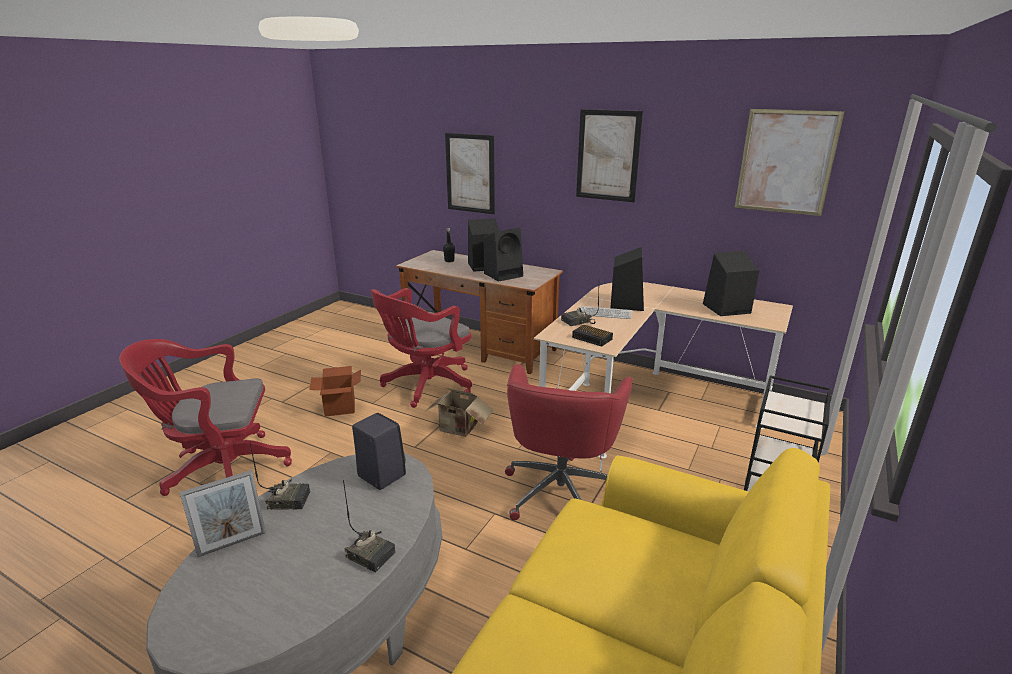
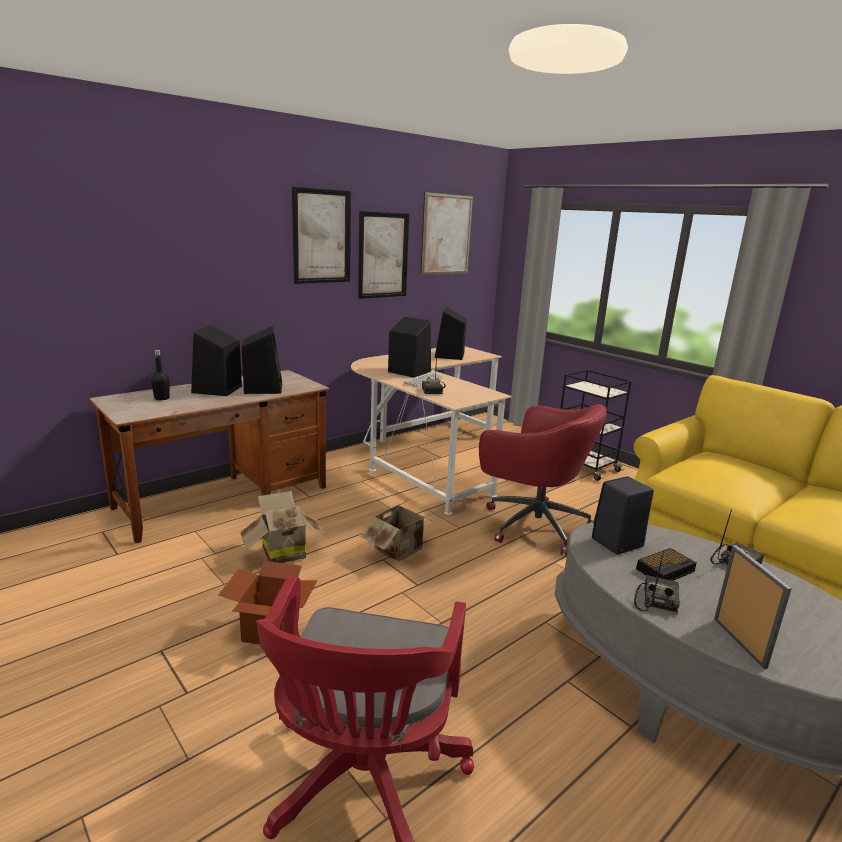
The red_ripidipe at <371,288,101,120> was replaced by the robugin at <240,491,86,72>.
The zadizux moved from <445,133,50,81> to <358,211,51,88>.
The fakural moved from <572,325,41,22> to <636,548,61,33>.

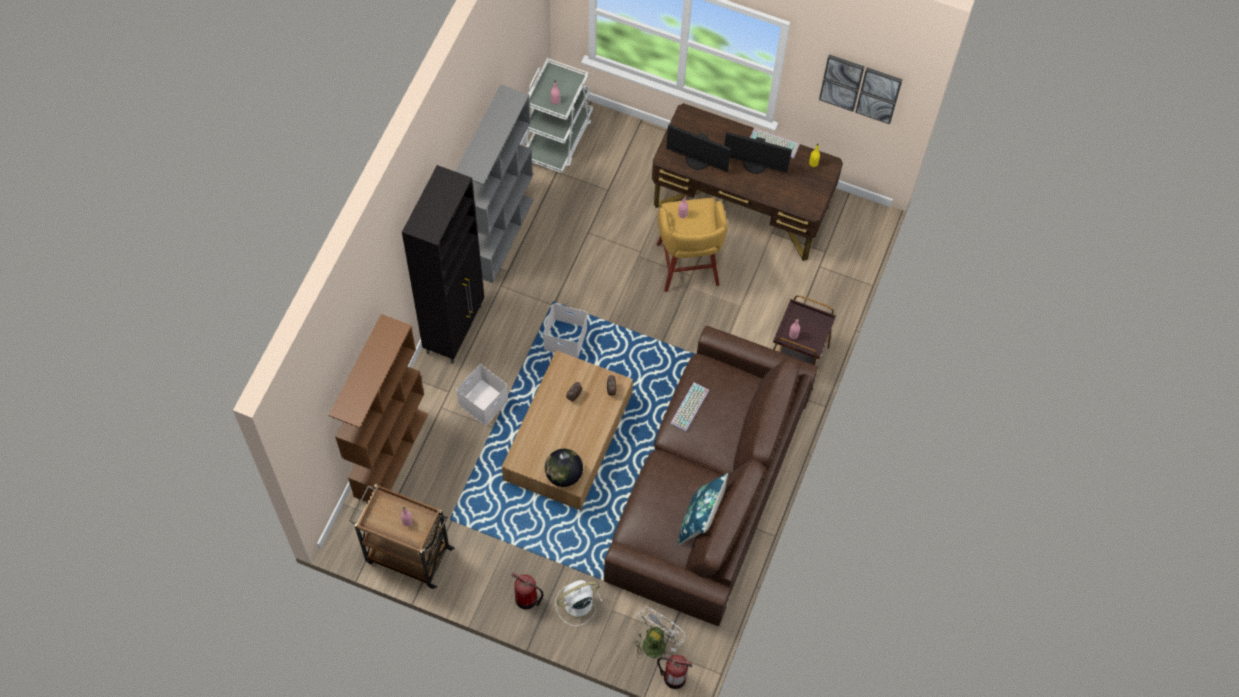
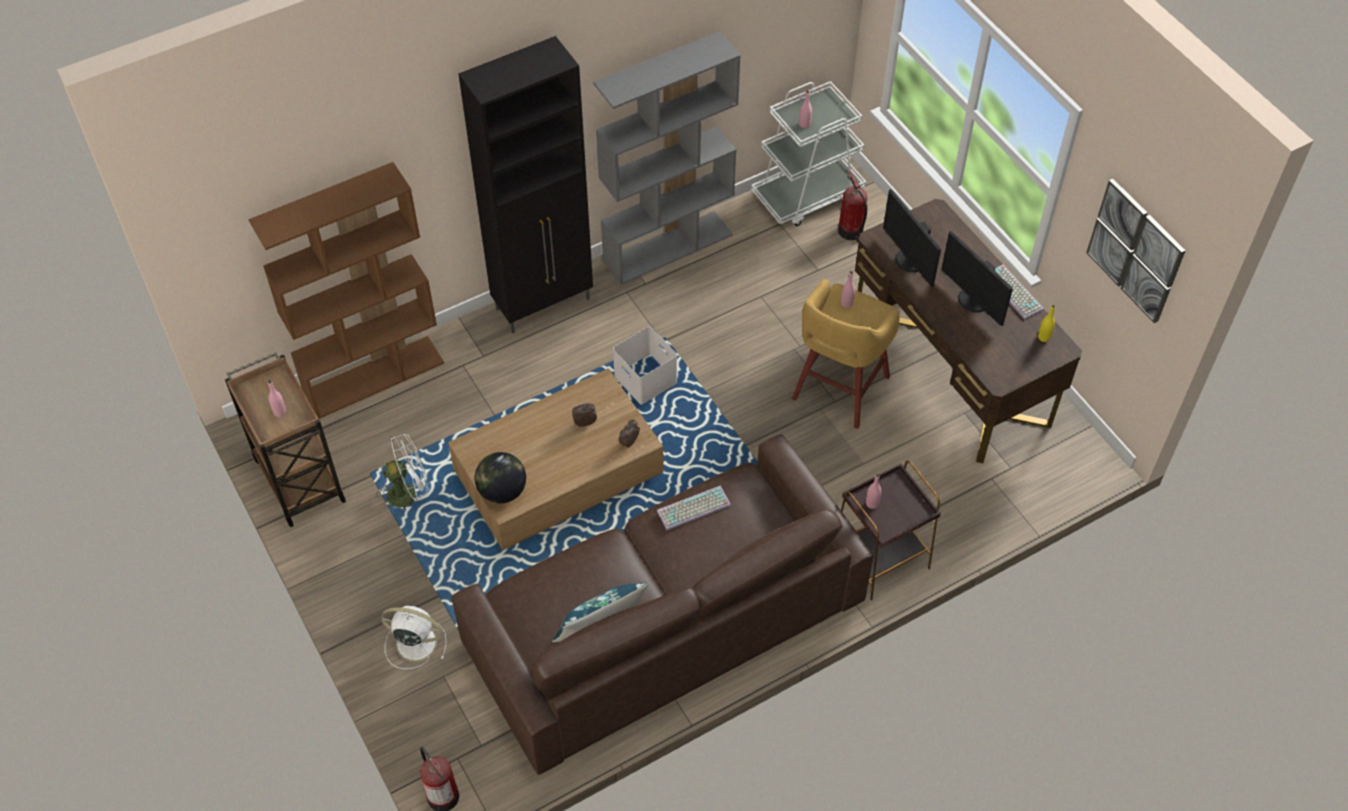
The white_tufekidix at <456,364,52,61> disappeared.
The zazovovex moved from <512,572,31,37> to <838,171,29,71>.
The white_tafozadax moved from <634,606,52,52> to <376,434,53,76>.

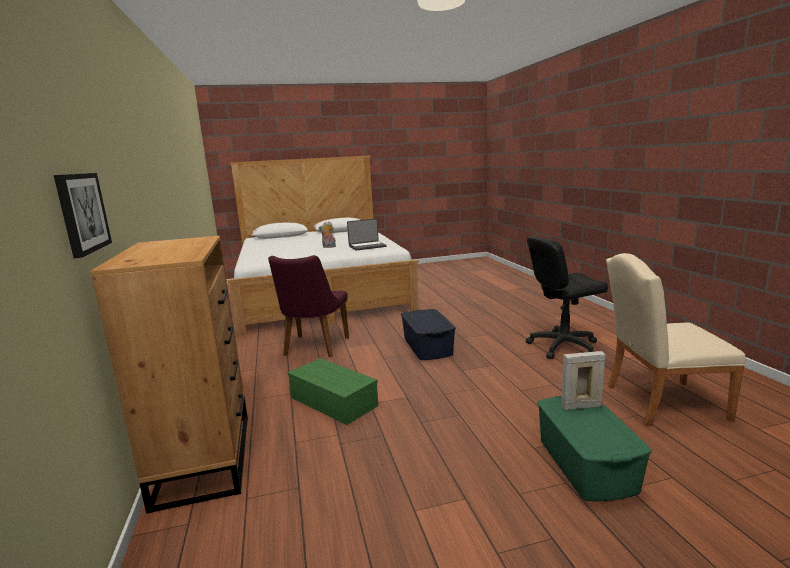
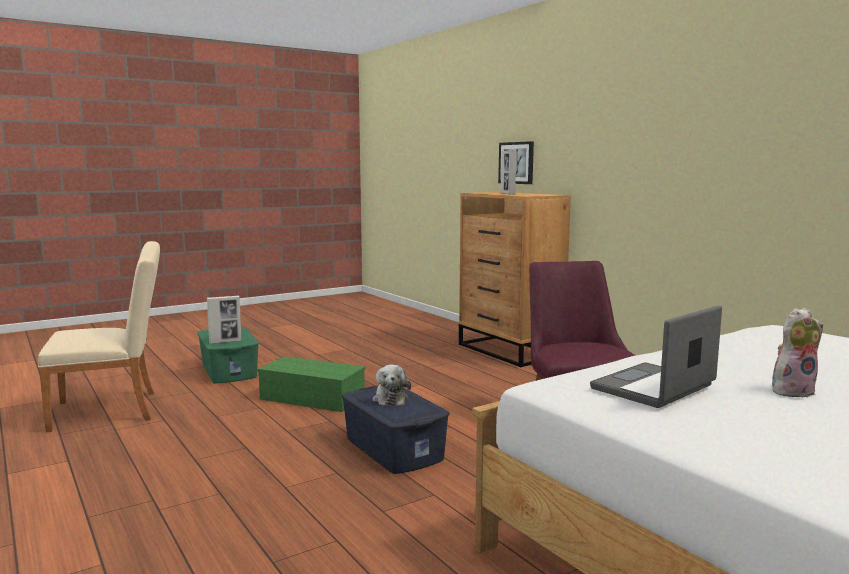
The green_tufekidix moved from <288,358,90,67> to <258,357,107,55>.
The black_ripidipe at <526,236,82,123> disappeared.
The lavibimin at <372,364,39,42> appeared.
The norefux at <501,151,16,44> appeared.

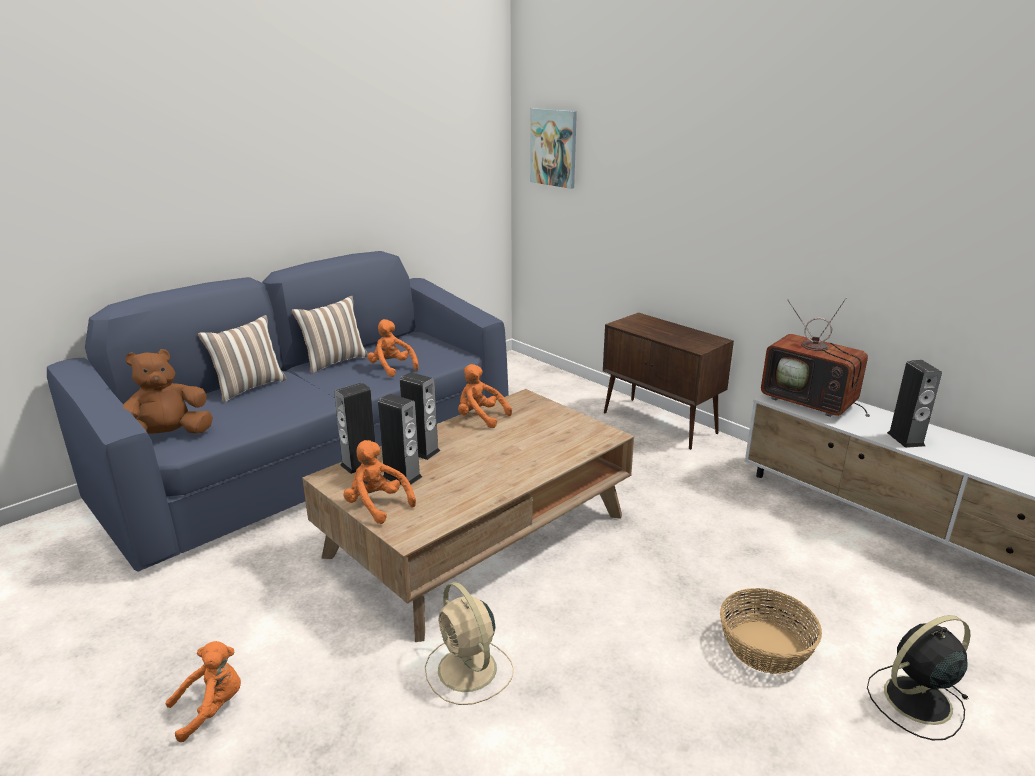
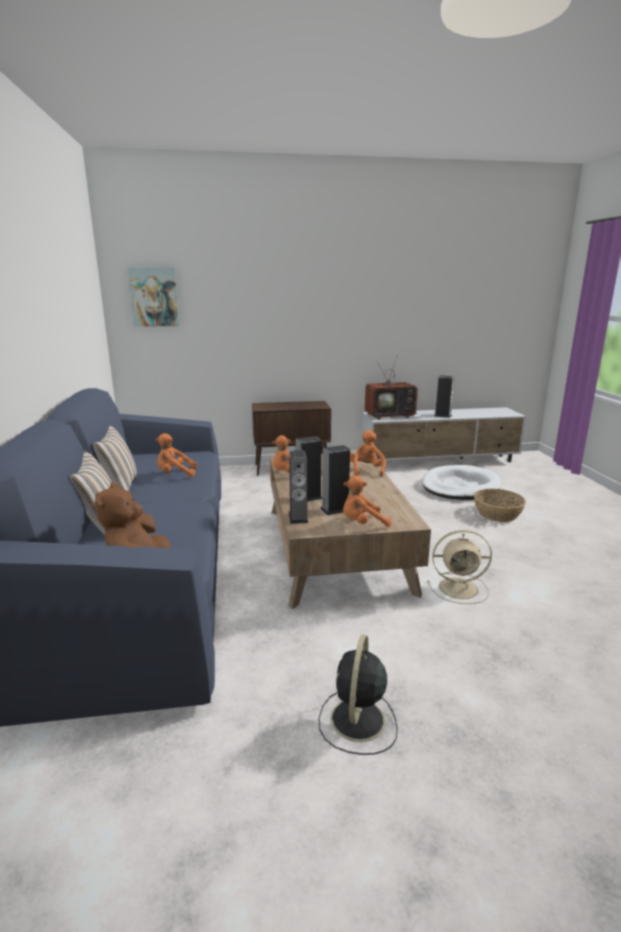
The orange_lavibimin moved from <166,641,75,101> to <350,430,36,47>.
The black_tafozadax moved from <867,615,103,125> to <319,635,79,120>.
The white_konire at <422,465,79,35> appeared.

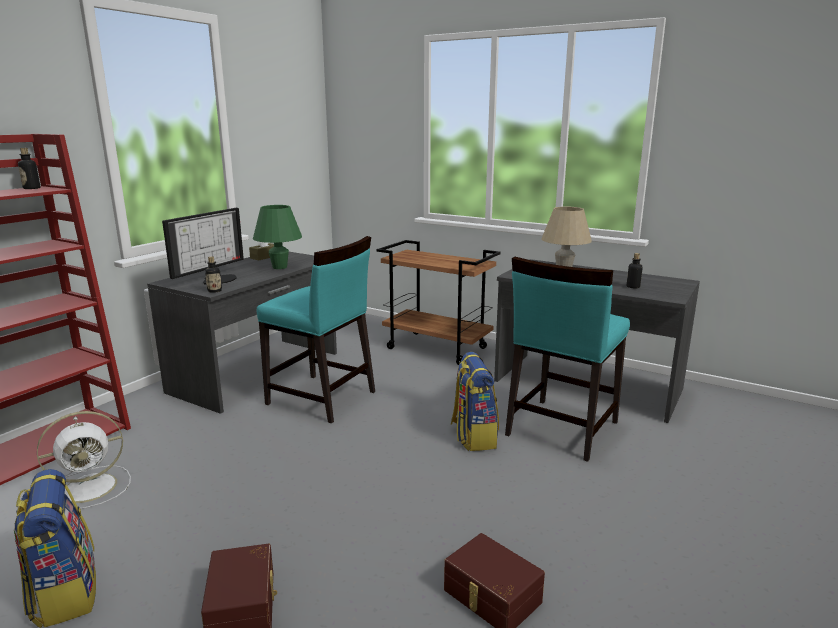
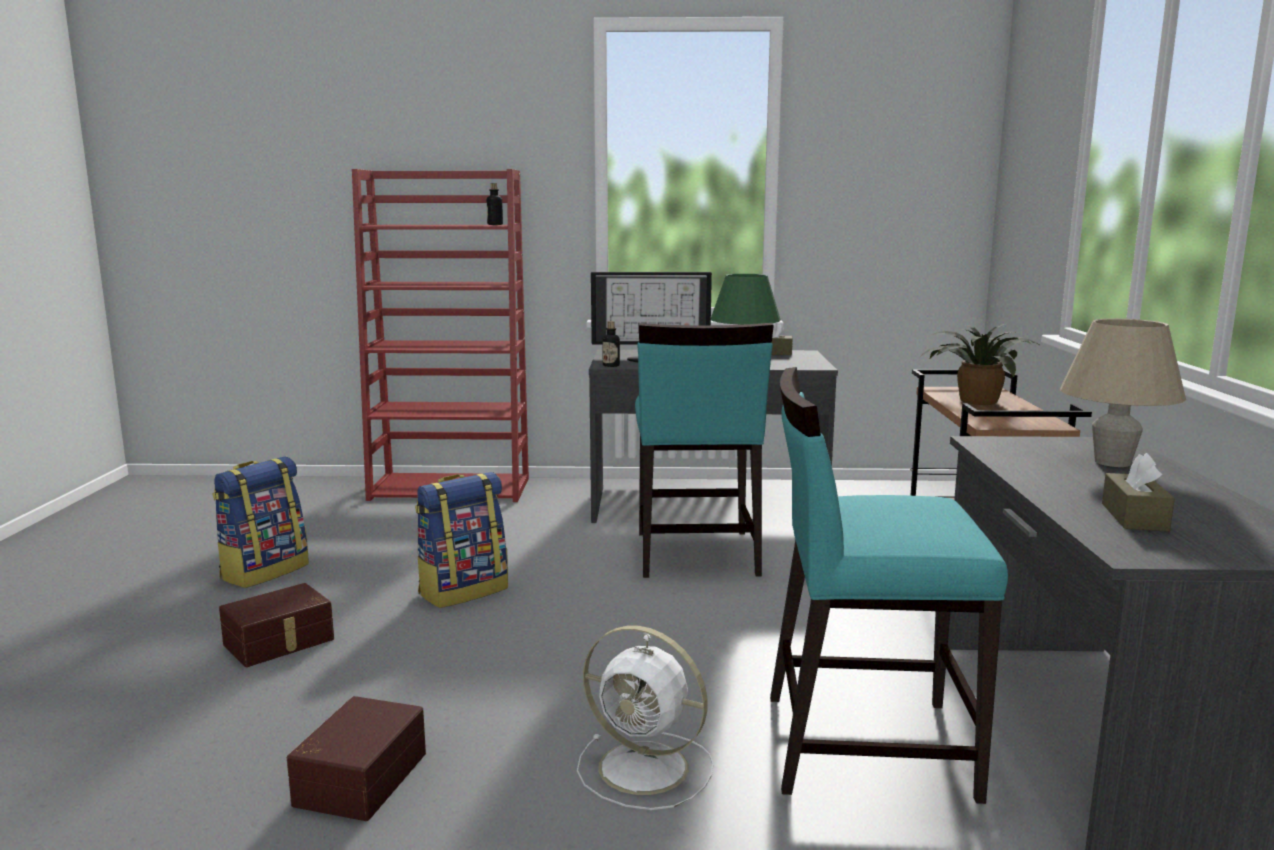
The white_tafozadax moved from <37,411,94,98> to <577,626,137,184>.
The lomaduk moved from <451,352,48,99> to <415,472,93,136>.
The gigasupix at <627,253,16,35> was replaced by the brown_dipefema at <1102,453,73,78>.
The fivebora at <918,324,123,81> appeared.

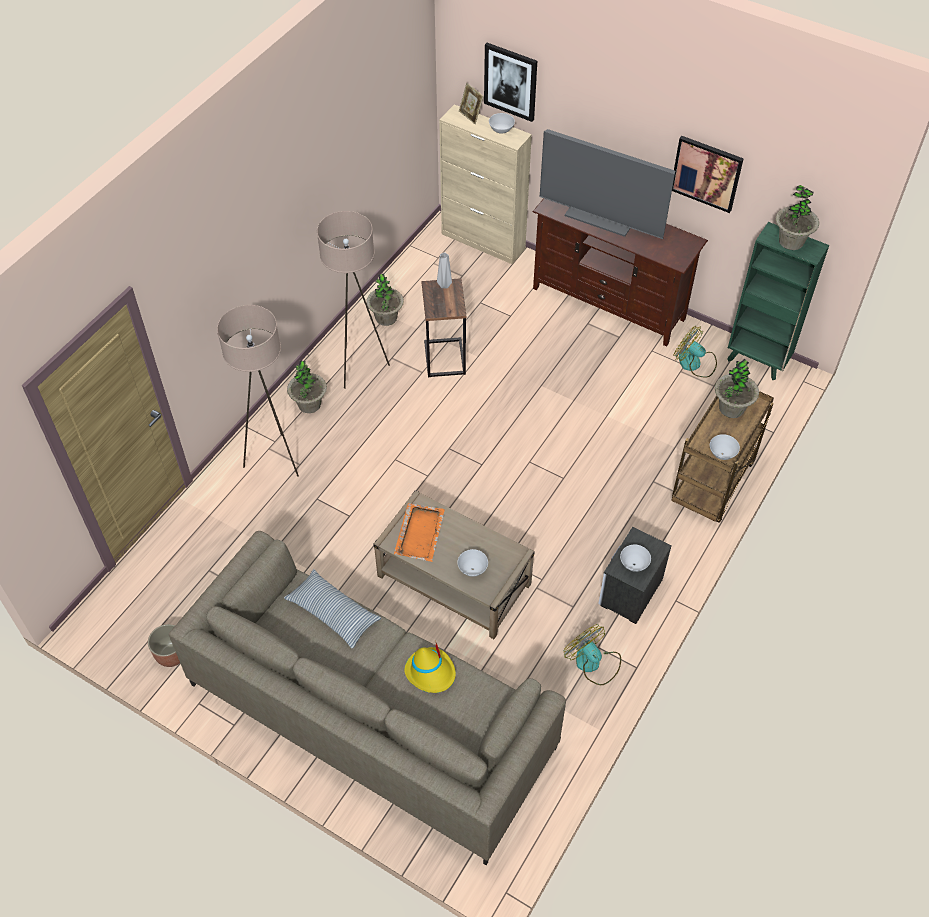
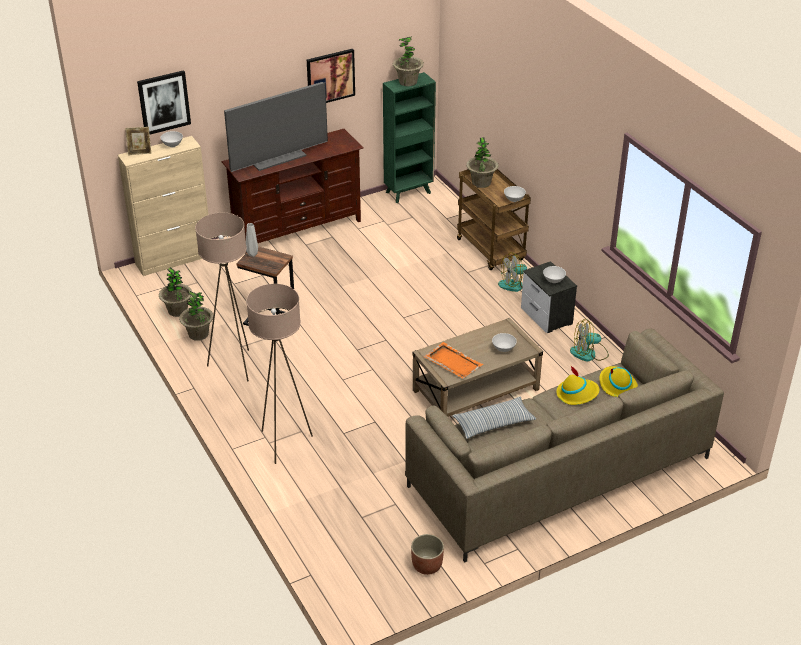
The fivebora moved from <287,361,40,52> to <159,267,33,50>.
The tafozadax moved from <673,326,44,52> to <498,252,29,40>.
The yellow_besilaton at <599,366,39,31> appeared.

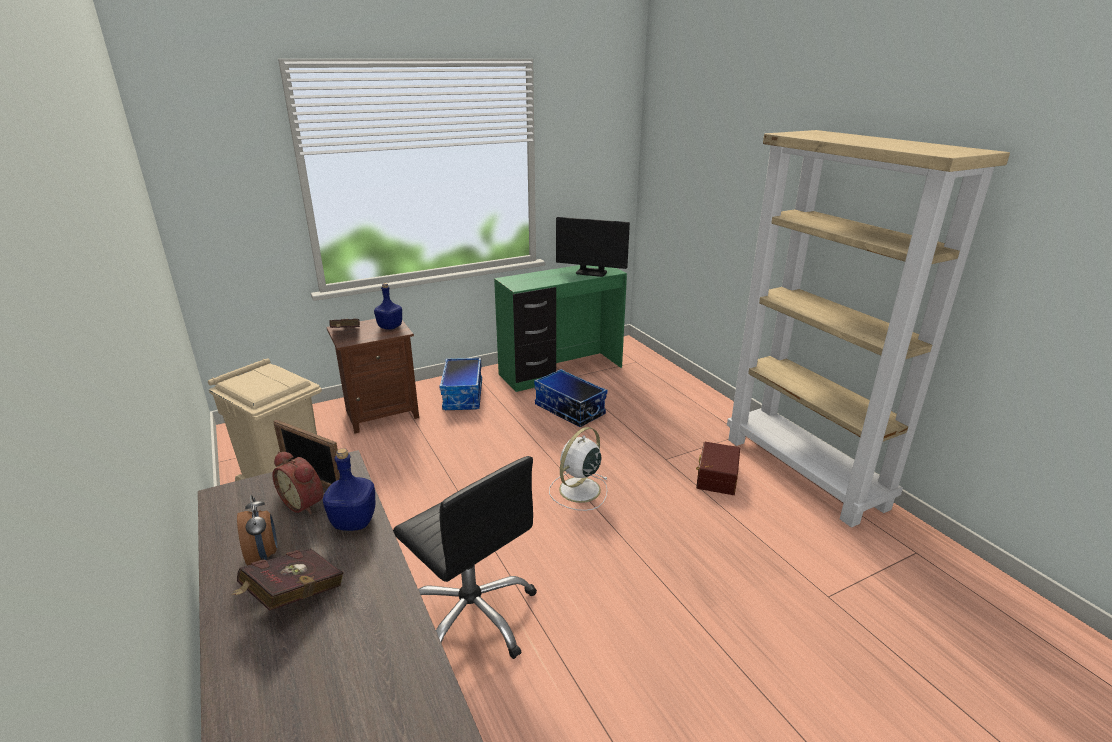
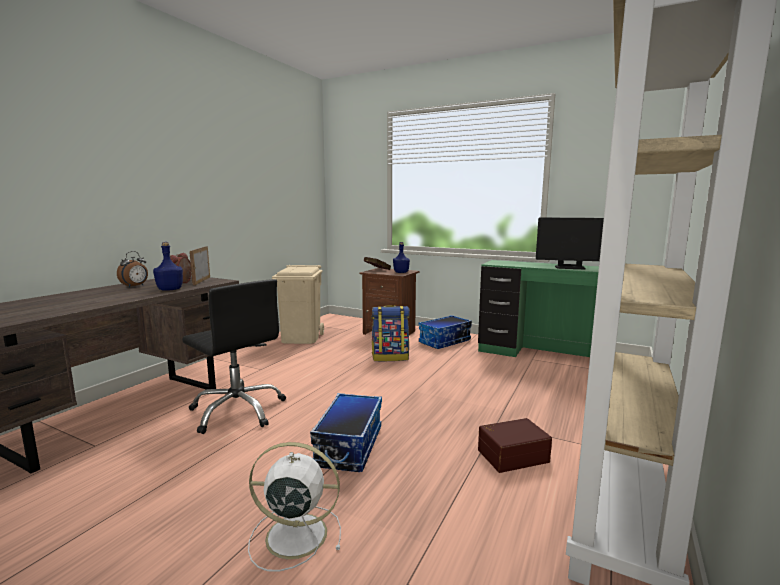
The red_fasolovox at <231,548,113,63> disappeared.
The black_ripidipe at <393,456,144,203> turned 60 degrees counterclockwise.
The tufekidix moved from <534,369,73,58> to <310,393,72,79>.
The white_tafozadax moved from <549,427,59,84> to <248,442,93,129>.
The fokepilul at <556,217,74,60> turned 60 degrees counterclockwise.
The lomaduk at <371,305,39,56> appeared.

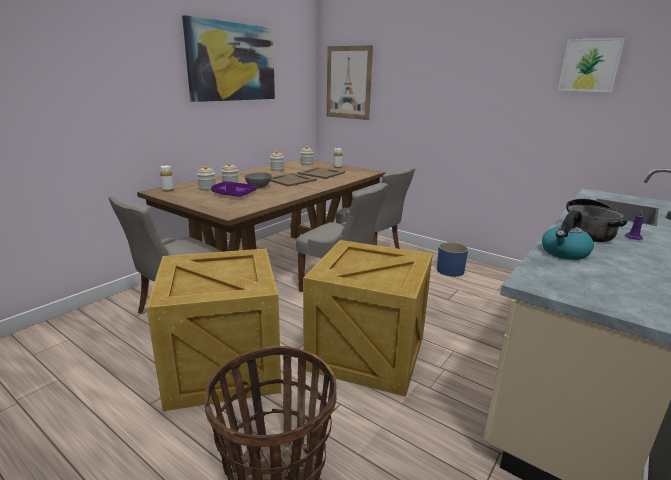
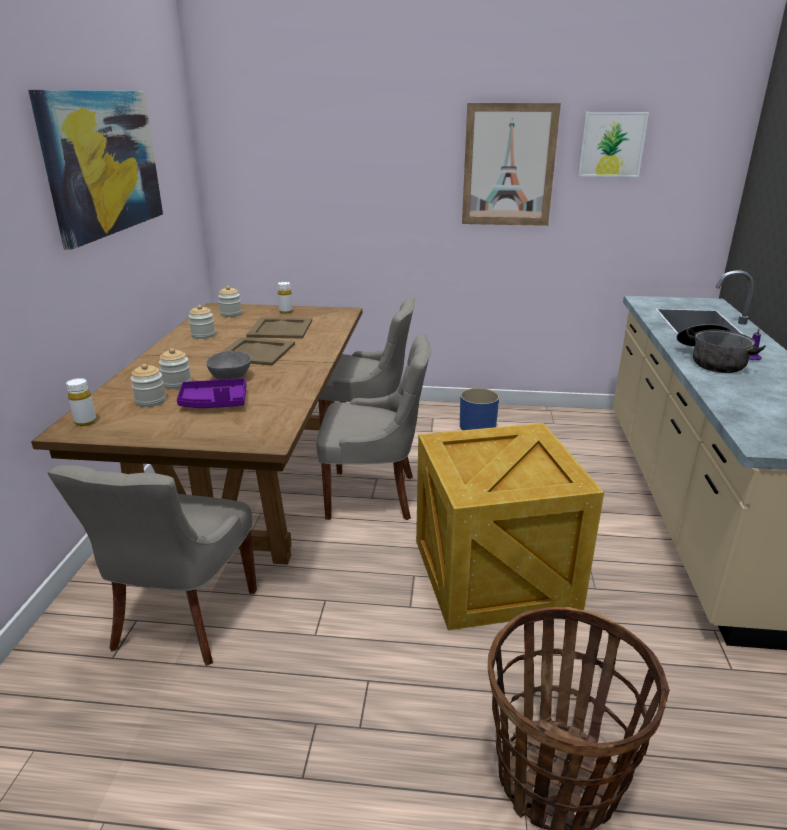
The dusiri at <146,249,135,162> disappeared.
The zadizux moved from <327,45,46,75> to <462,103,99,123>.
The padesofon at <542,210,52,50> disappeared.

